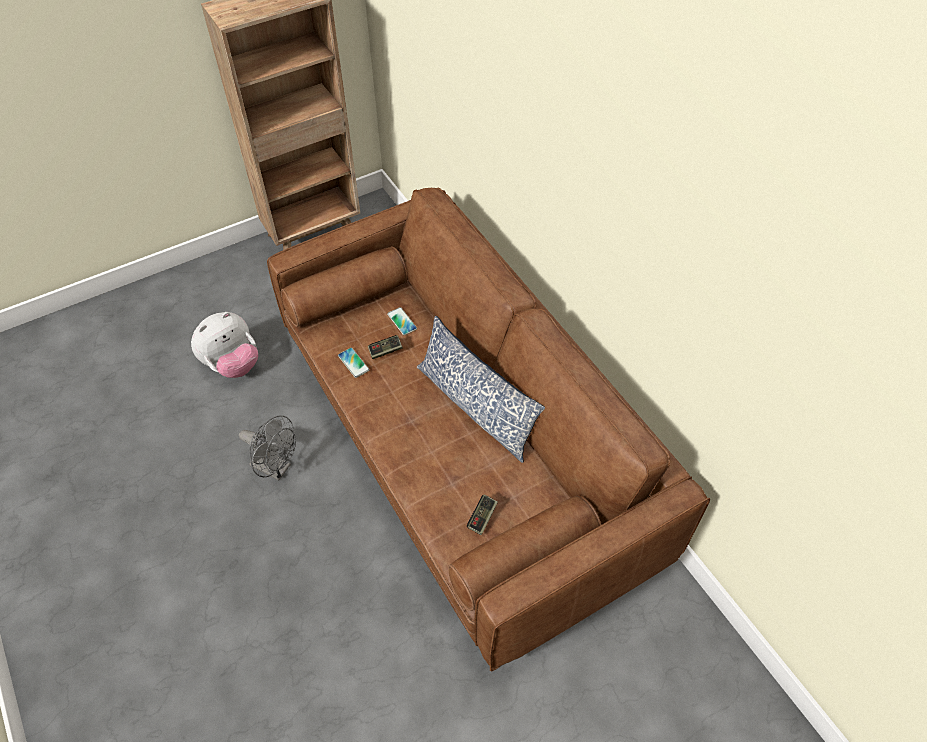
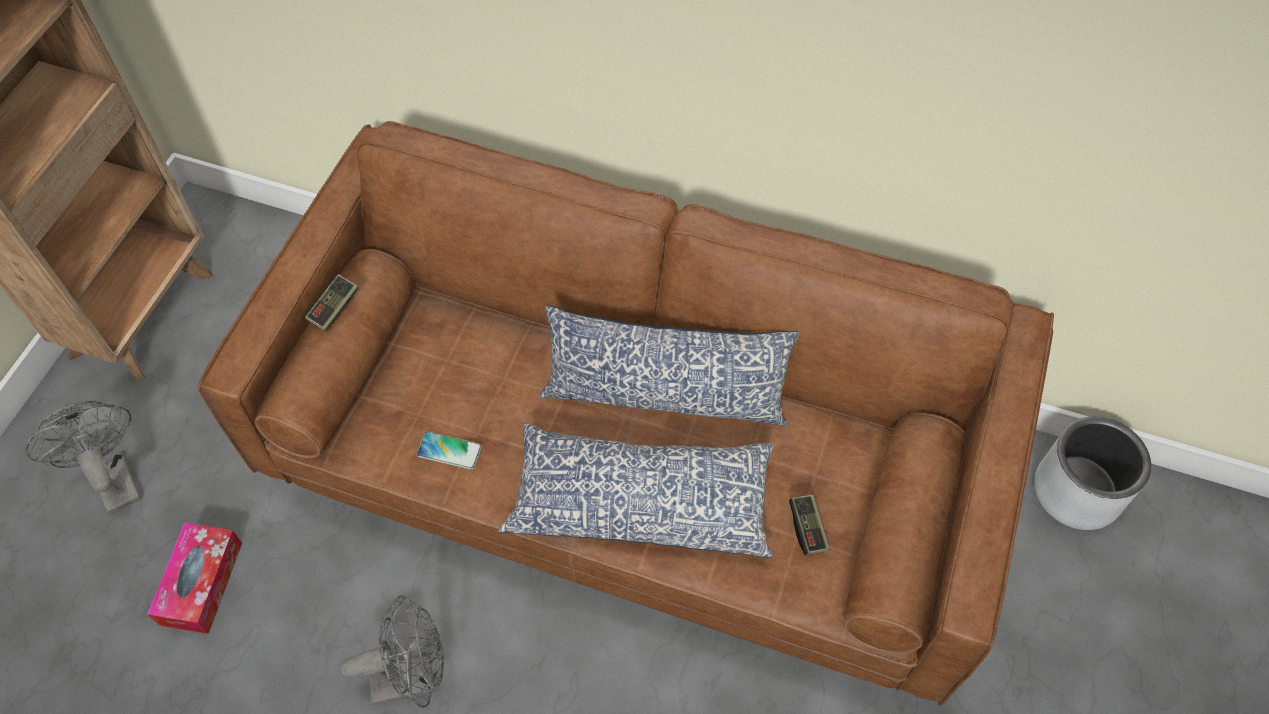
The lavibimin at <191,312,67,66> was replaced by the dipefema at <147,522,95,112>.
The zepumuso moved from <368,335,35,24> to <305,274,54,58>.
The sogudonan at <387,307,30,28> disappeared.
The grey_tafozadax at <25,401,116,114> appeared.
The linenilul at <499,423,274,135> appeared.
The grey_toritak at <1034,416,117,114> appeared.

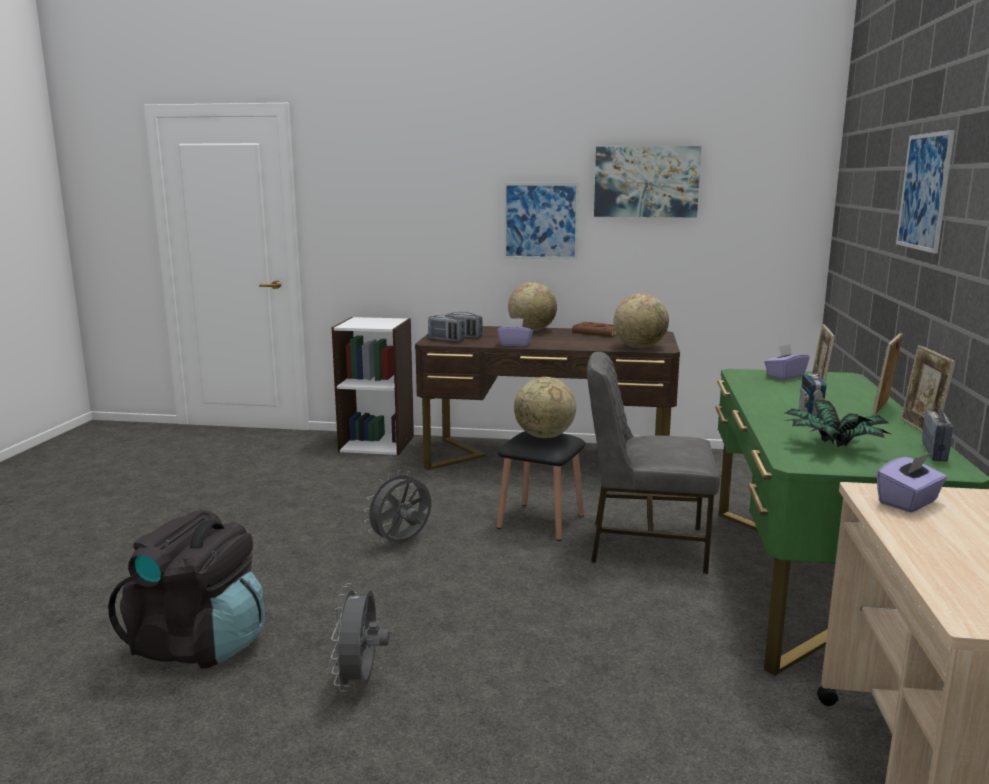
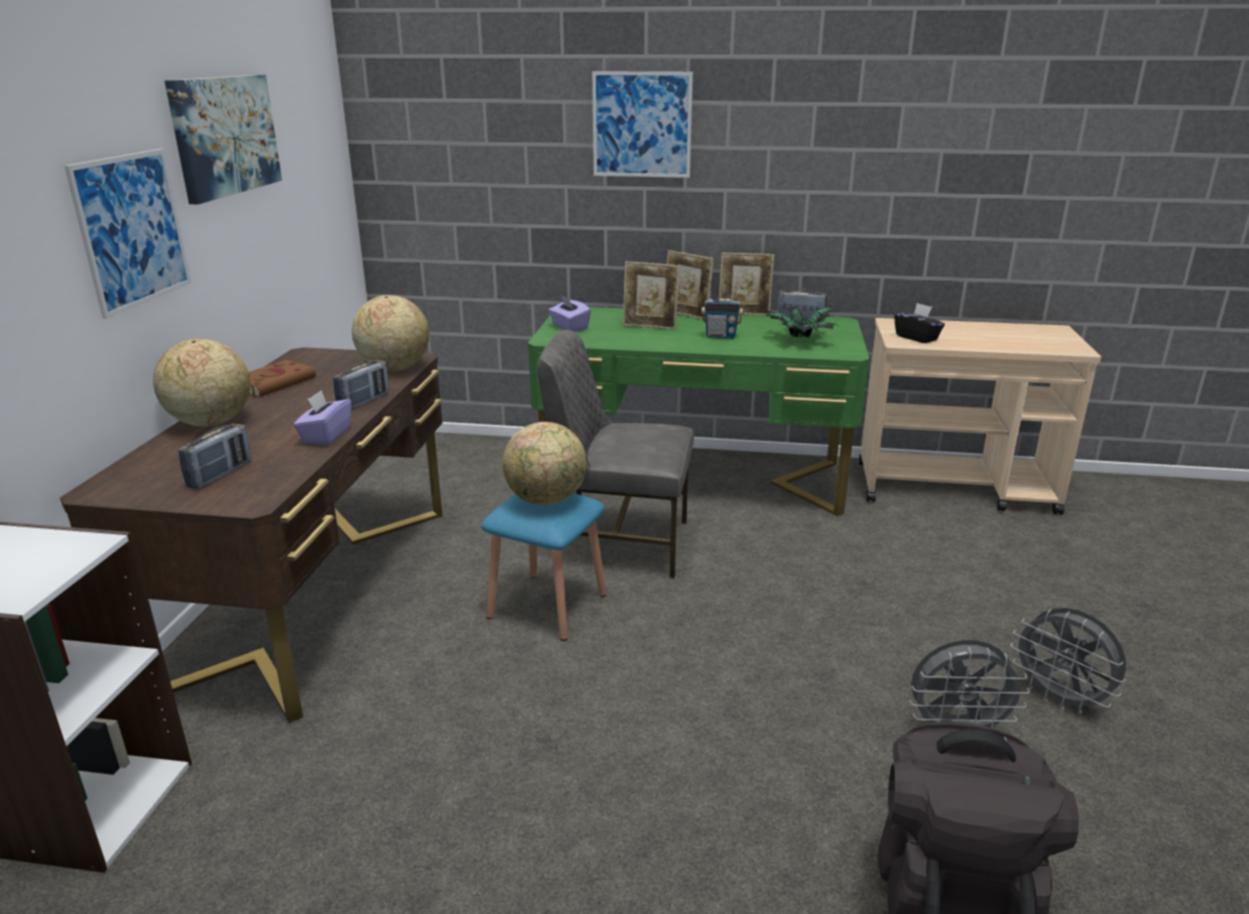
The grey_tafozadax moved from <364,470,67,73> to <1010,608,116,106>.
The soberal moved from <428,315,37,27> to <333,360,56,50>.
The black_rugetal at <497,431,88,110> became the blue_rugetal at <481,493,125,148>.
The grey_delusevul at <587,352,133,222> turned 90 degrees clockwise.
The purple_dipefema at <877,453,70,59> became the black_dipefema at <894,303,51,40>.

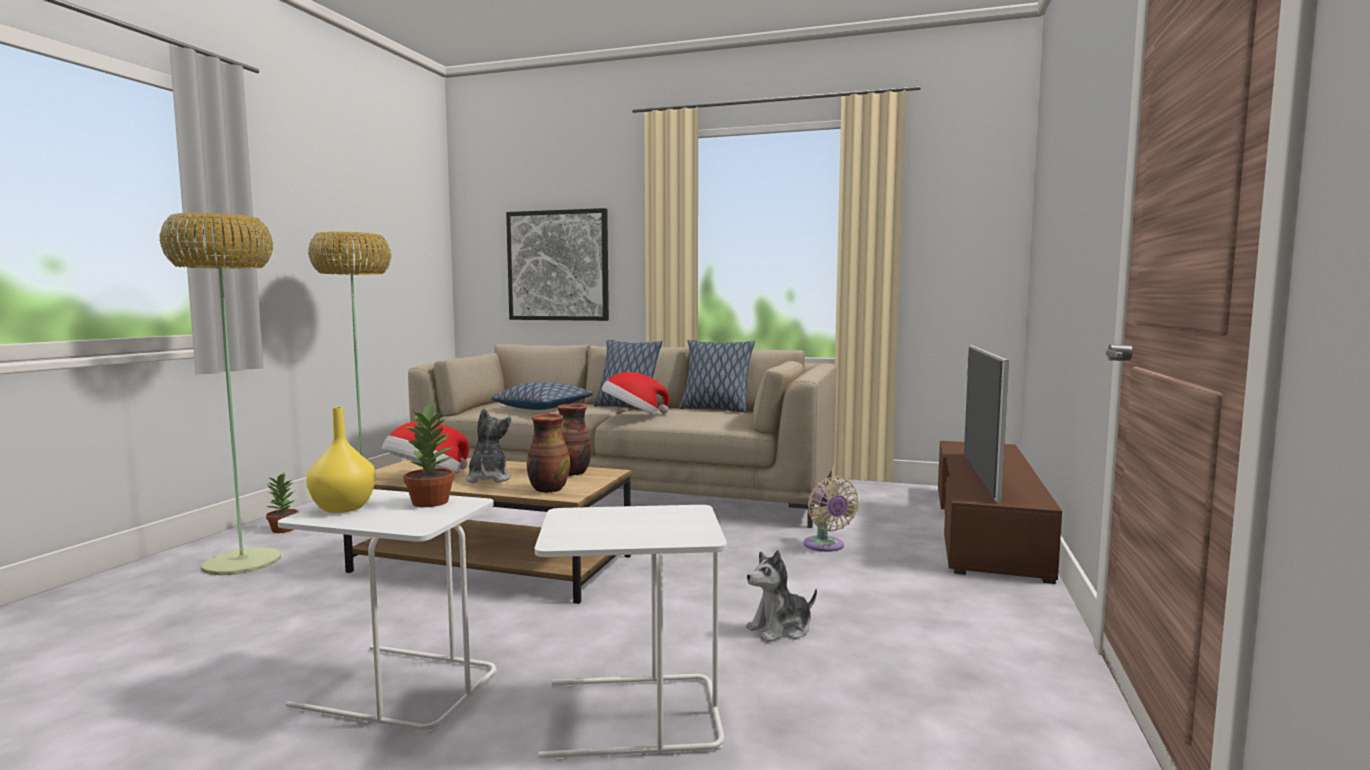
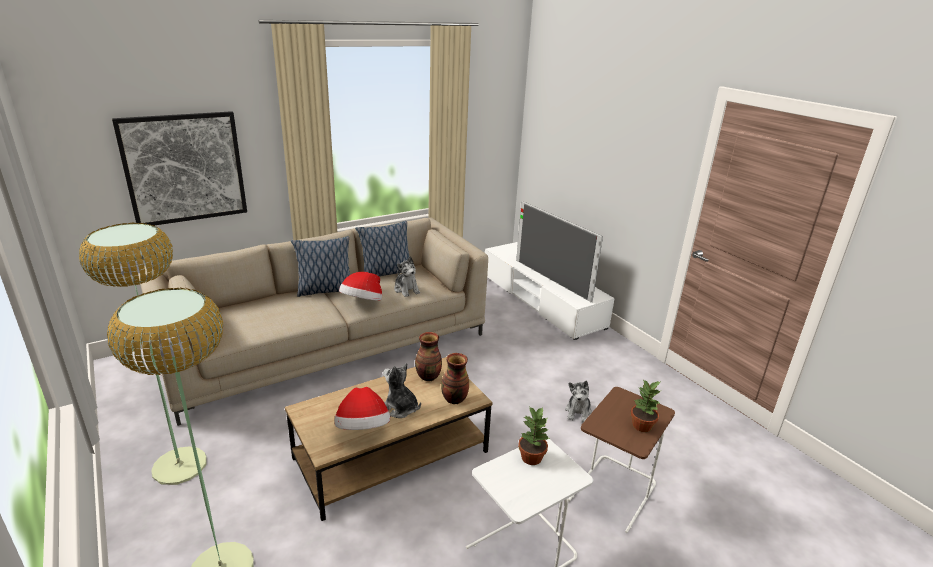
The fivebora moved from <266,473,33,60> to <631,380,30,52>.
The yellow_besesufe at <306,407,70,106> disappeared.
The linenilul at <491,382,102,28> disappeared.
The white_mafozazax at <535,505,192,256> became the brown_mafozazax at <568,387,107,146>.
The beige_tafozadax at <804,477,55,75> disappeared.
The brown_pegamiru at <938,441,124,143> became the white_pegamiru at <485,242,130,98>.
The lavibimin at <394,256,26,41> appeared.

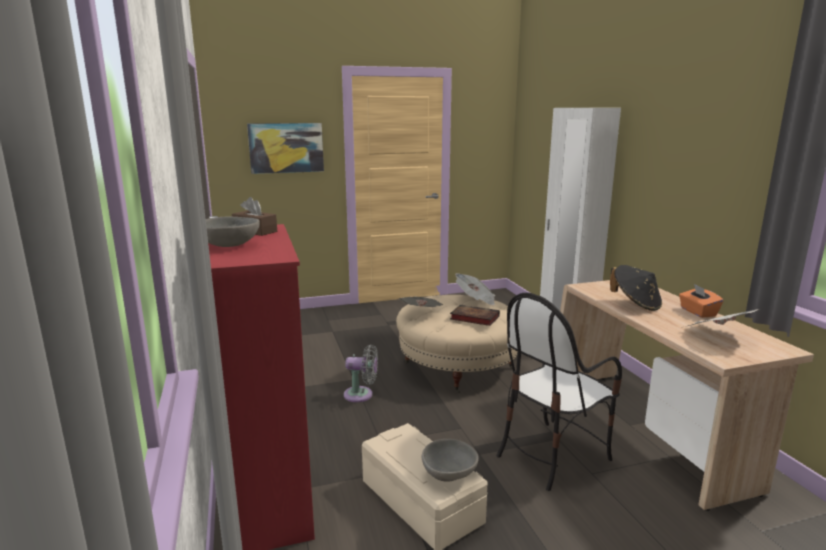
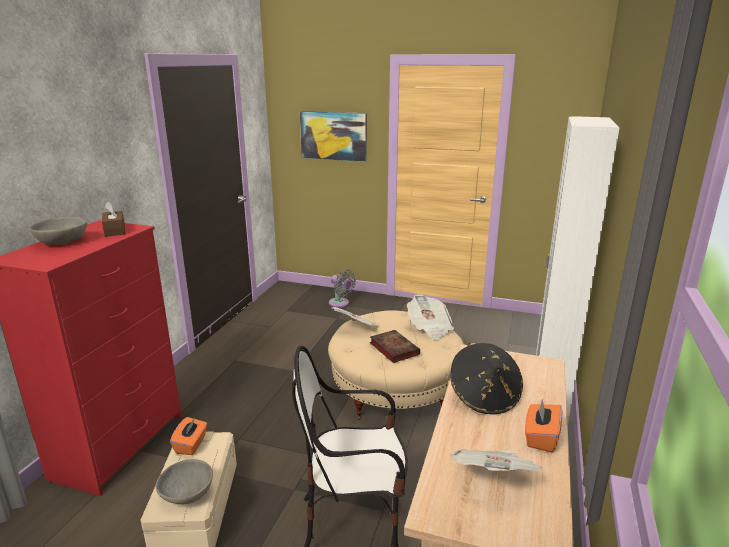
The grey_tafozadax moved from <344,345,34,57> to <329,269,27,39>.
The orange_dipefema at <170,417,37,38> appeared.

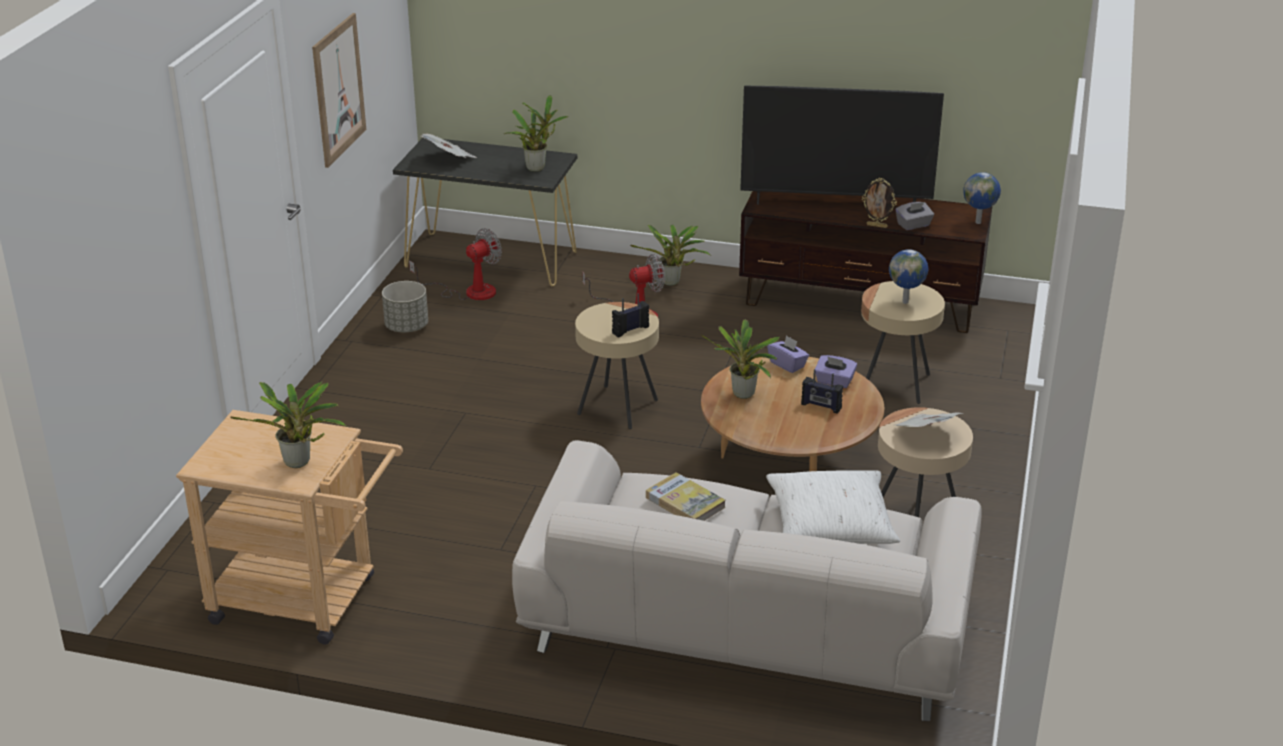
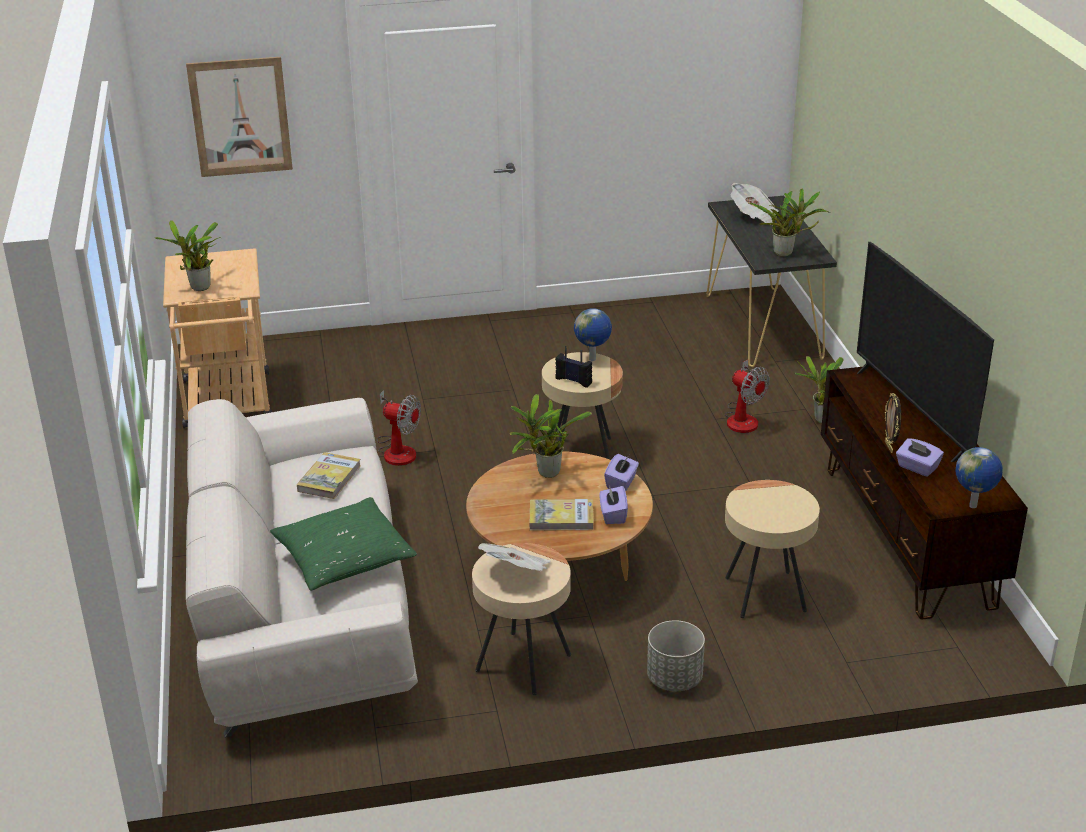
The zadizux moved from <312,13,54,155> to <186,57,107,120>.
The grey_toritak moved from <382,281,46,51> to <647,620,58,71>.
The tafozadax moved from <409,228,93,72> to <377,390,44,76>.
The white_linenilul at <766,470,134,74> became the green_linenilul at <270,497,147,93>.
The soberal at <801,369,42,45> was replaced by the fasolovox at <530,499,64,32>.
The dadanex moved from <889,249,39,55> to <574,308,38,53>.
The grey_dipefema at <895,202,39,28> became the purple_dipefema at <896,438,48,39>.

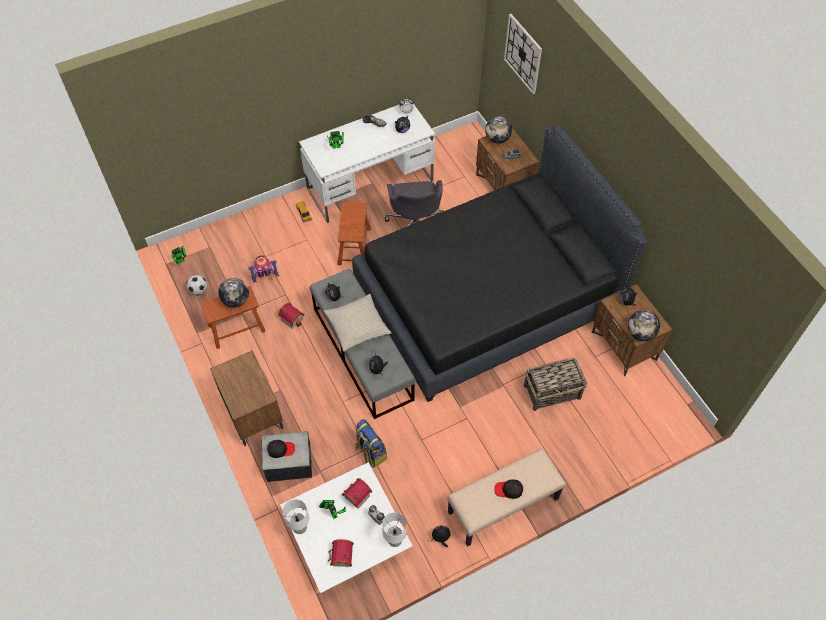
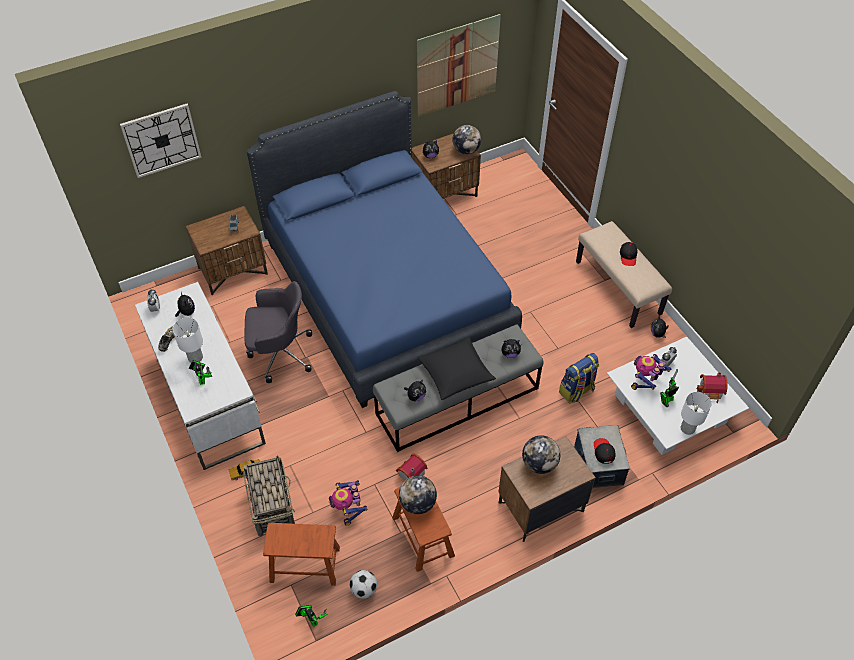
The beige_linenilul at <324,294,67,58> became the black_linenilul at <417,337,79,63>.
The brown_rugetal moved from <337,202,34,63> to <263,523,77,63>.
The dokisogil at <342,478,30,31> was replaced by the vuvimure at <631,354,41,36>.
The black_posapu at <352,125,295,277> became the blue_posapu at <247,91,275,317>.
The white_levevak moved from <382,512,25,35> to <173,318,30,45>.
The dadanex moved from <485,116,27,28> to <522,435,38,39>.
The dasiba moved from <524,358,63,53> to <243,455,52,82>.
The zadizux at <417,14,84,103> appeared.

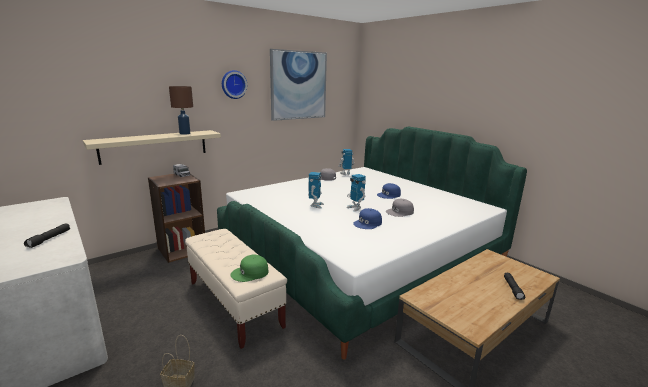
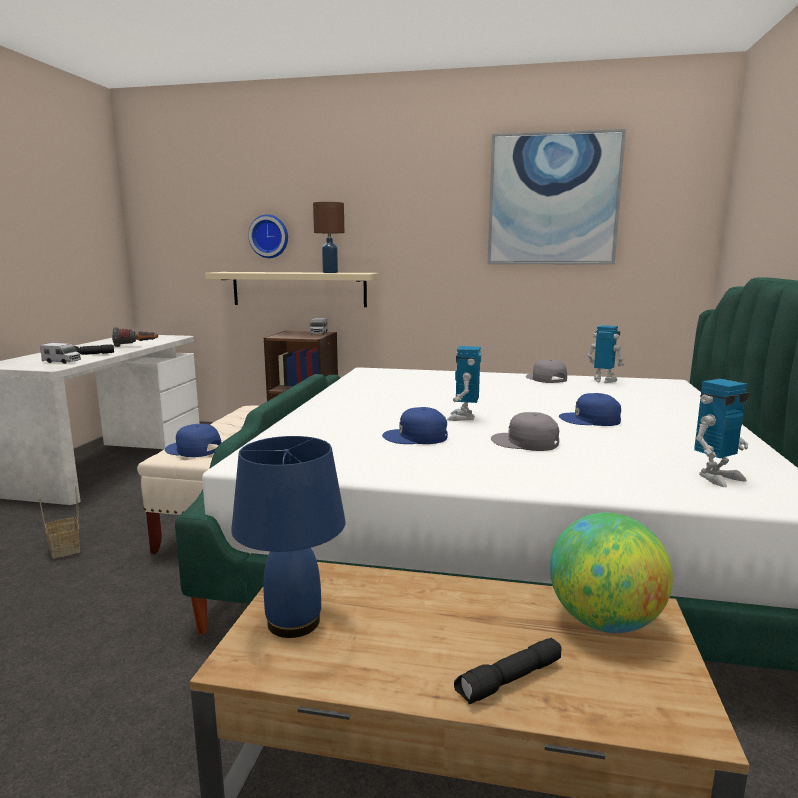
The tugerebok moved from <222,70,25,29> to <248,214,40,44>.
The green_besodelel at <231,255,37,27> became the blue_besodelel at <165,424,57,33>.
The vuvimure moved from <309,172,15,36> to <694,379,56,108>.
The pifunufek at <40,343,41,21> appeared.
The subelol at <112,327,46,20> appeared.
The blue_levevak at <231,436,114,202> appeared.
The dadanex at <550,513,123,120> appeared.

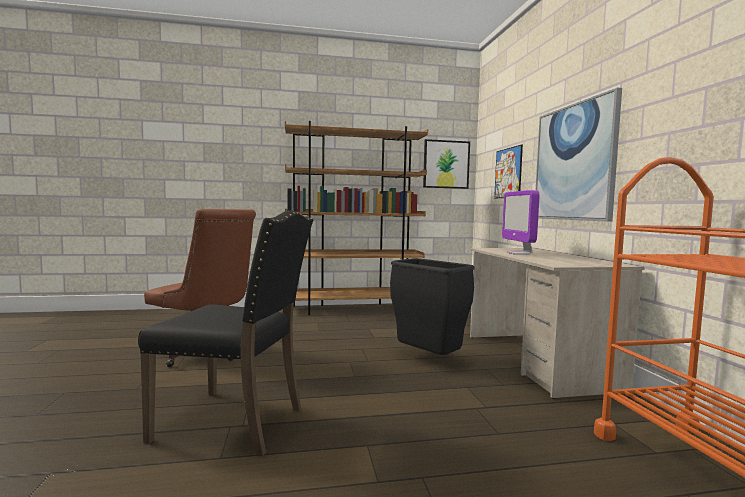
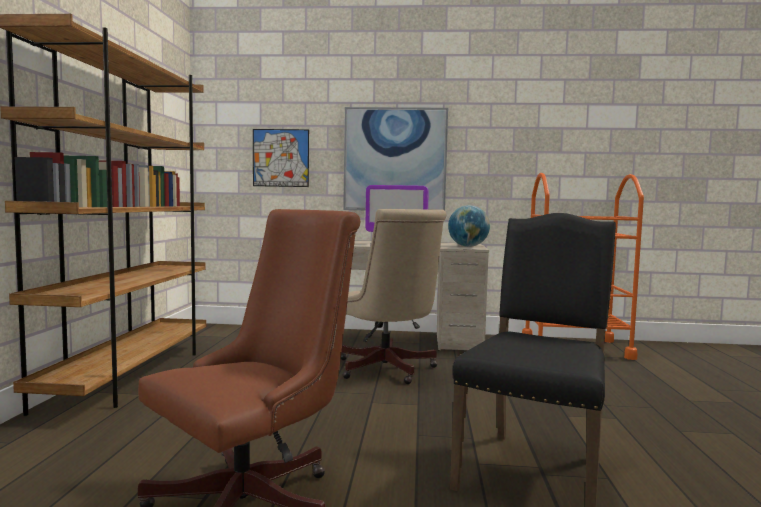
The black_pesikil at <390,258,84,97> was replaced by the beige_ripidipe at <341,209,105,175>.
The zadizux at <423,139,47,50> disappeared.
The dadanex at <448,205,42,42> appeared.

